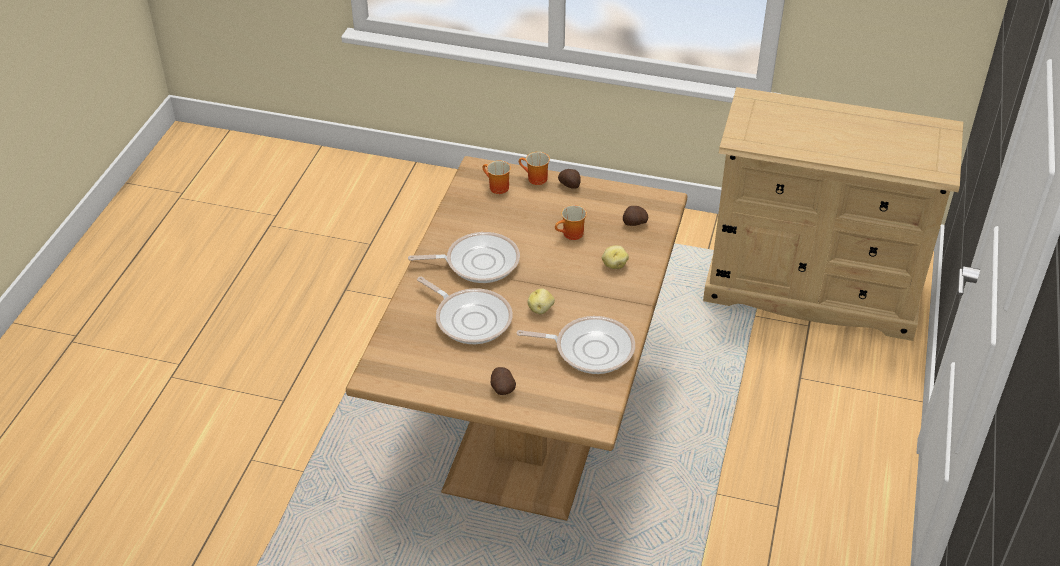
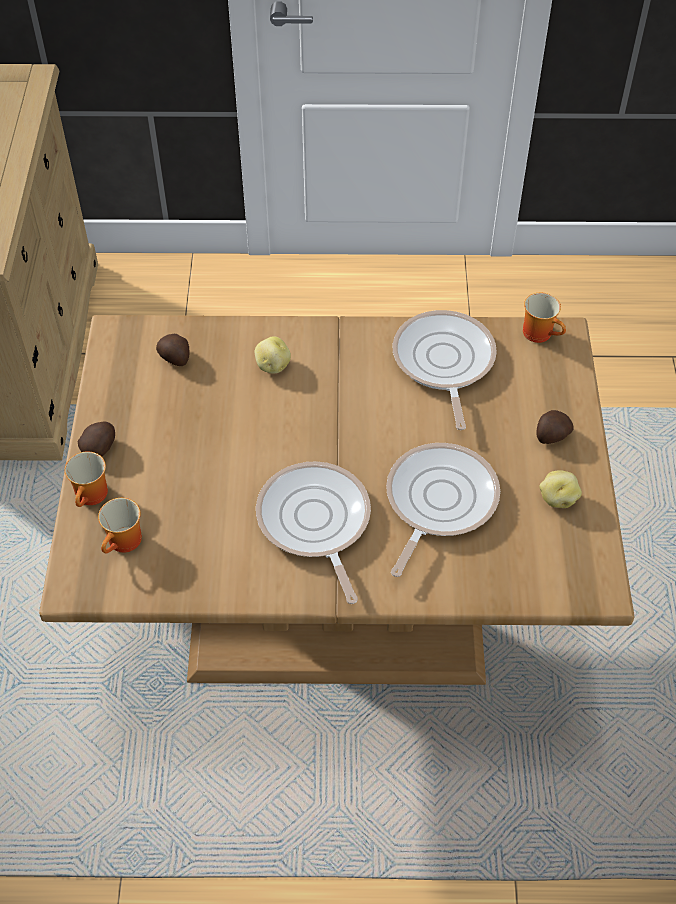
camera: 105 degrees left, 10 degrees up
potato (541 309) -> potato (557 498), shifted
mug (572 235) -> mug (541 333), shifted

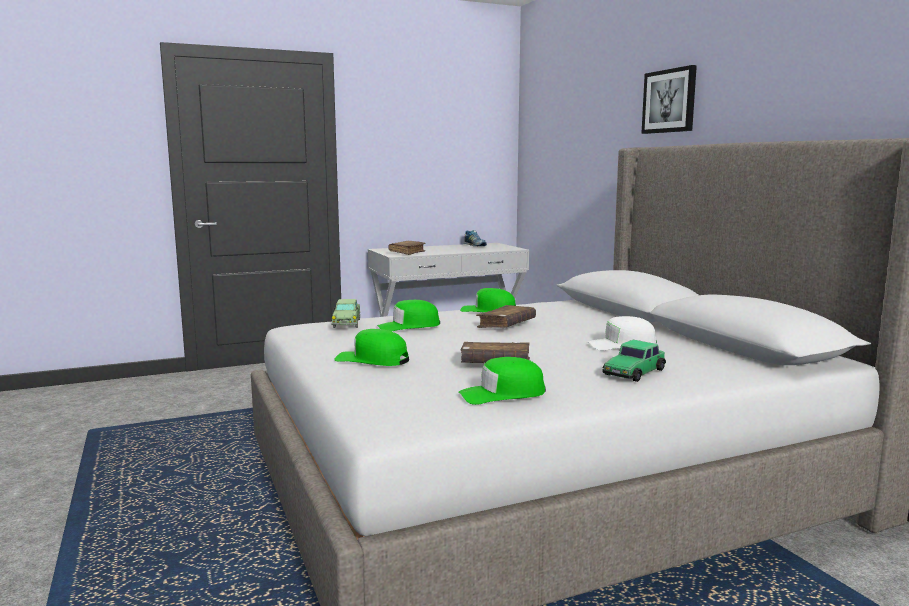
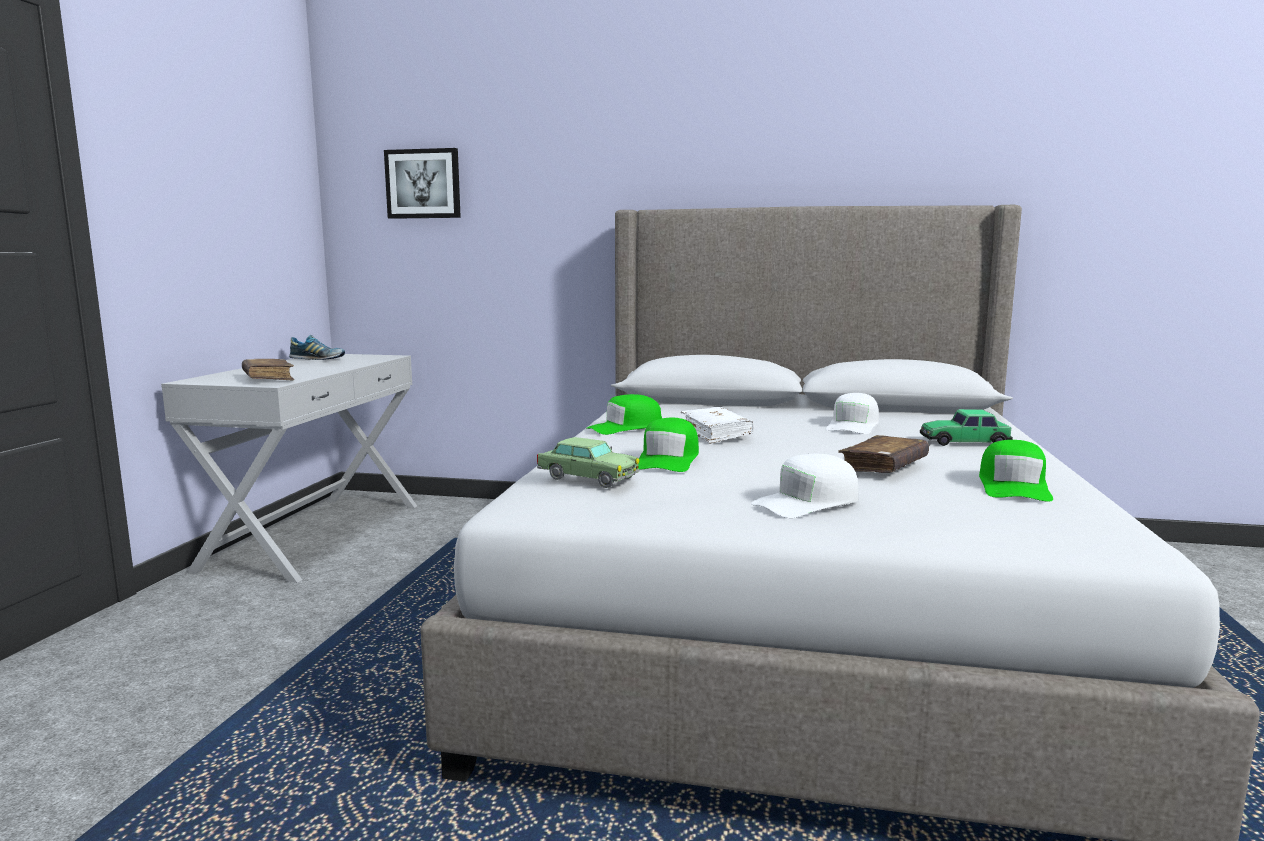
camera: 55 degrees left, 0 degrees up
cap (green) (372 360) -> cap (white) (807 503)
book (brown) (506 325) -> book (white) (716 434)
toy car (634 372) -> toy car (964 441), 105 degrees clockwise
picture (669 101) -> picture (423 184), shifted

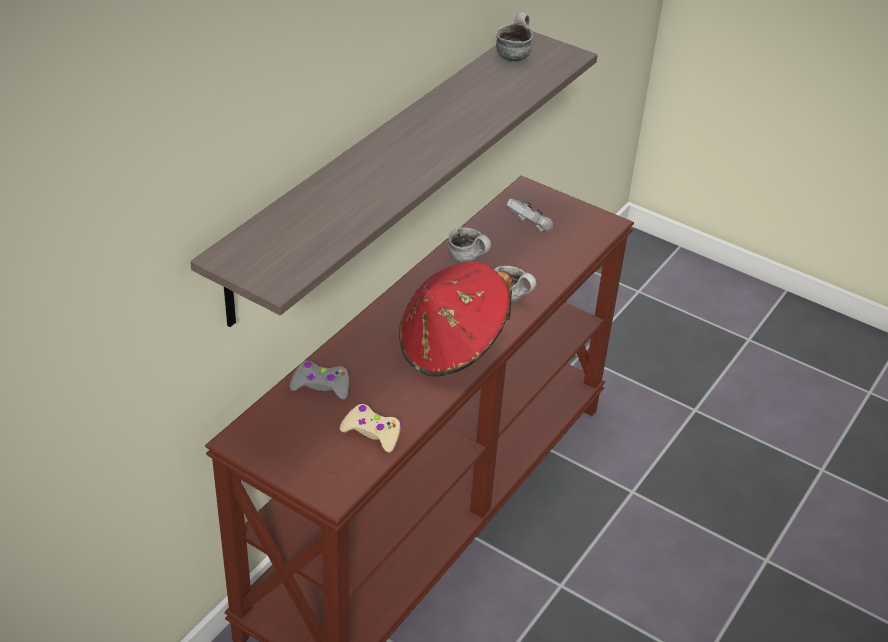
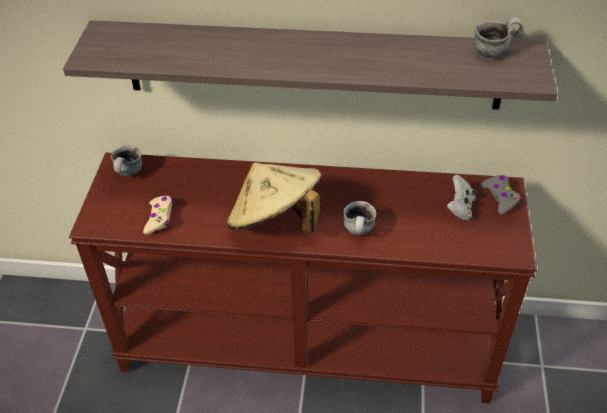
camera: 65 degrees right, 5 degrees up
game controller (grey) (321 385) -> game controller (grey) (500 197), shifted
hat (red) (452 348) -> hat (beige) (275 222)
mug (469 259) -> mug (129 173), shifted

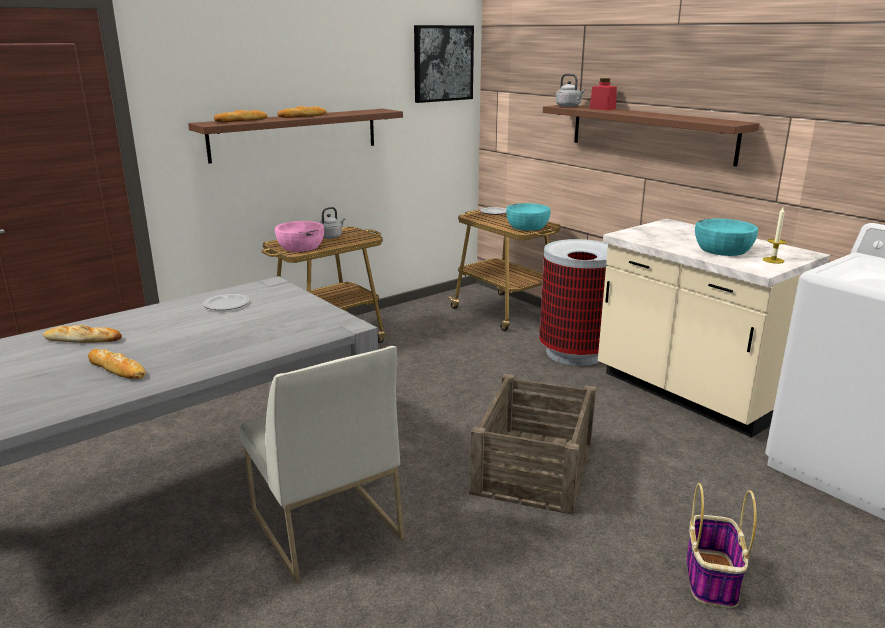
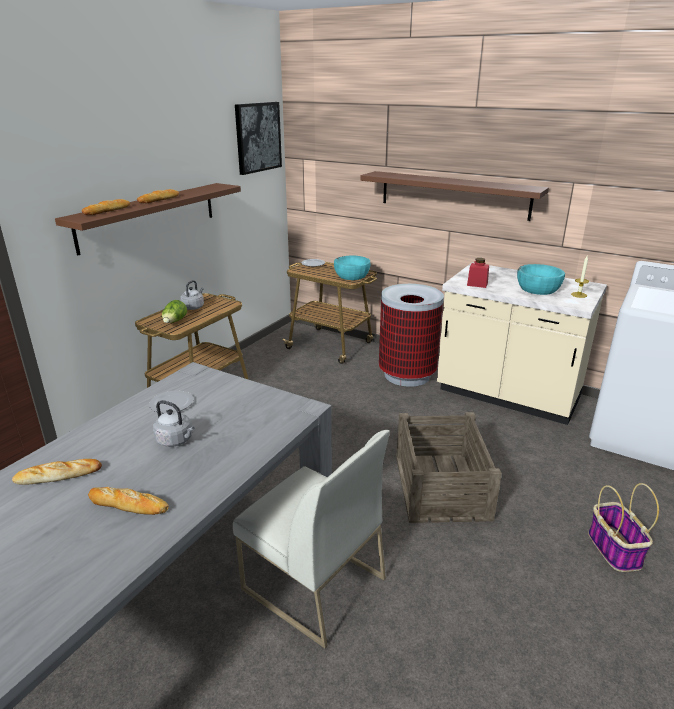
camera: 20 degrees left, 5 degrees up
bowl (pink) (301 246) -> lettuce (174 322)
kettle (grey) (569 106) -> kettle (grey) (176 440), shifted
jar (red) (602 109) -> jar (red) (477 284), shifted

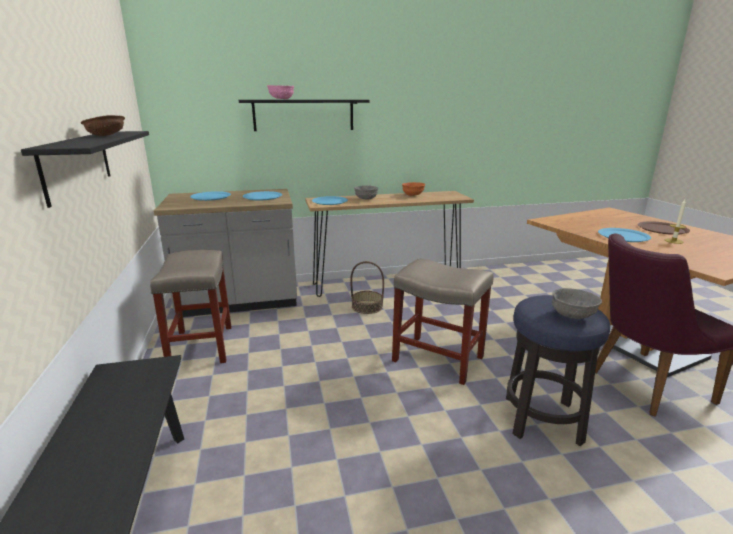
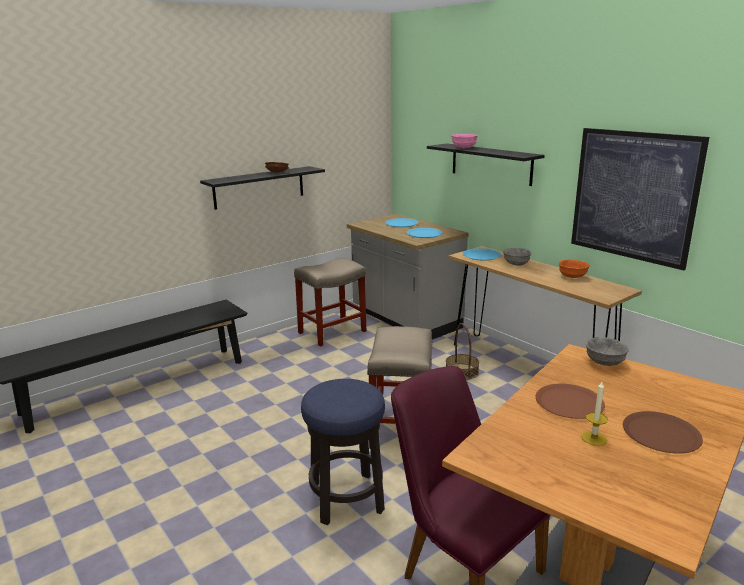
camera: 65 degrees right, 0 degrees up
bowl (grey) (572 316) -> bowl (grey) (604 362), shifted
plate (blue) (623 236) -> plate (brown) (569 402)
none -> picture (633 196)

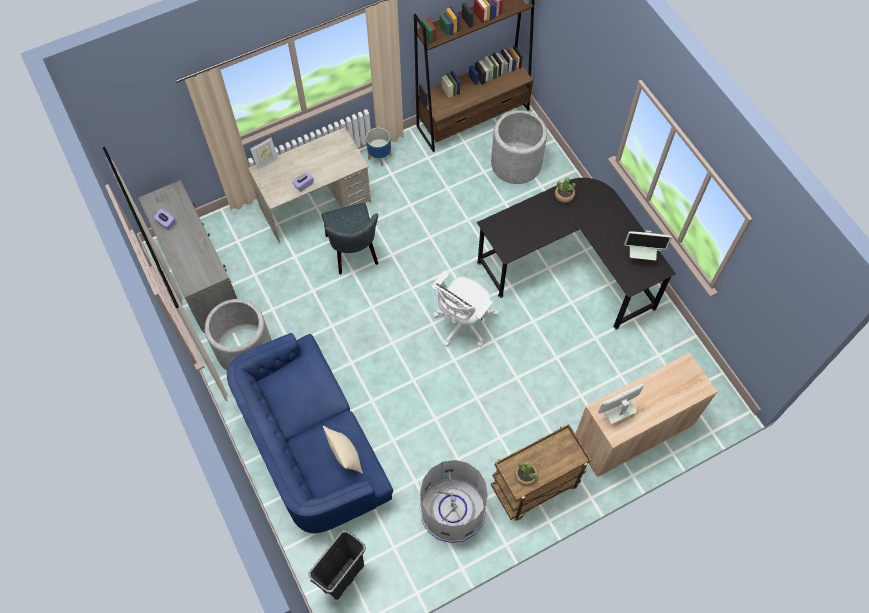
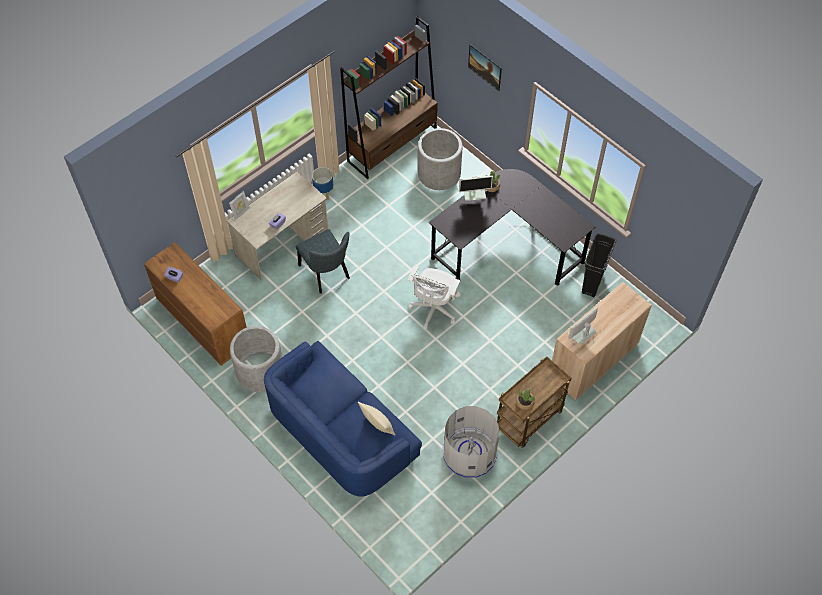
camera: 15 degrees left, 5 degrees down
dresser (grey) (201 276) -> dresser (brown) (203 321)
trash can (black) (344 576) -> trash can (black) (592 282), shifted
monitor (640 256) -> monitor (474 199), shifted
none -> picture (484 72)

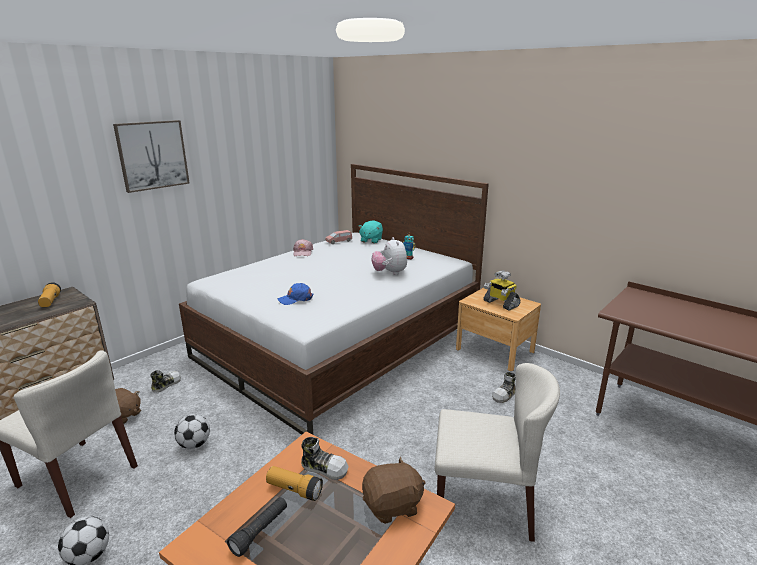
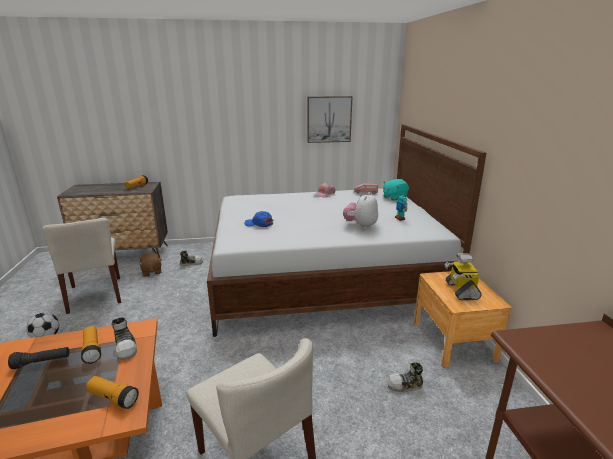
camera: 40 degrees right, 0 degrees up
picture (152 155) -> picture (329 119), shifted
football (194 444) -> none
plush toy (brown) (393 506) -> flashlight (113 398)

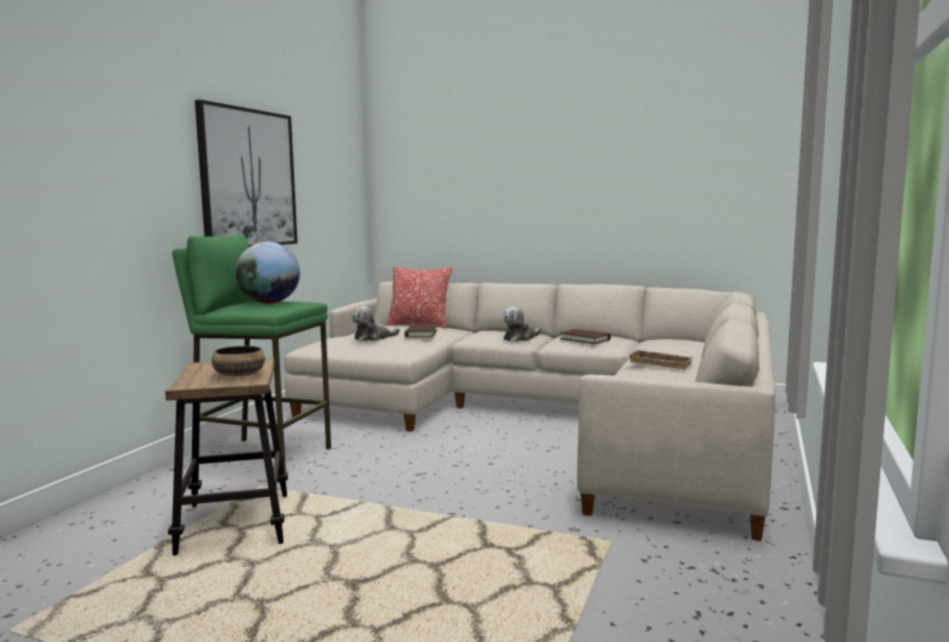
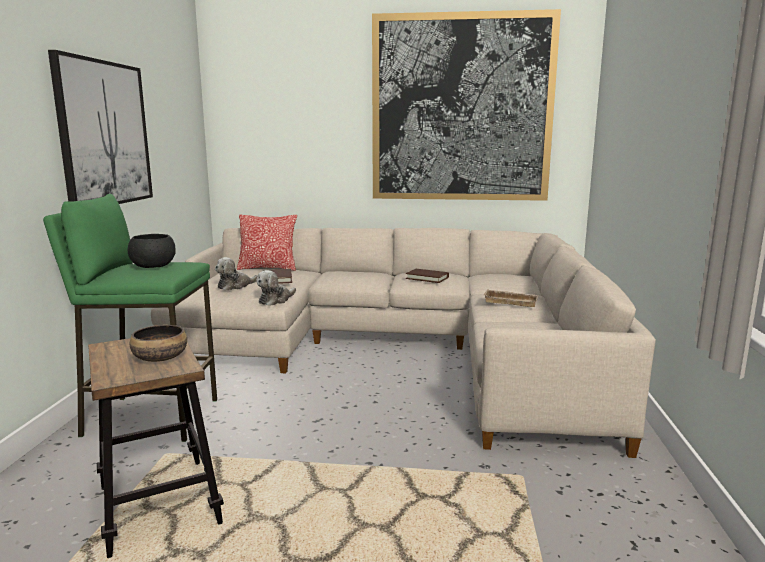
camera: 15 degrees left, 5 degrees up
globe (269 303) -> bowl (black) (153 267)
plush toy (520 338) -> plush toy (275 300), shifted
none -> picture (461 109)

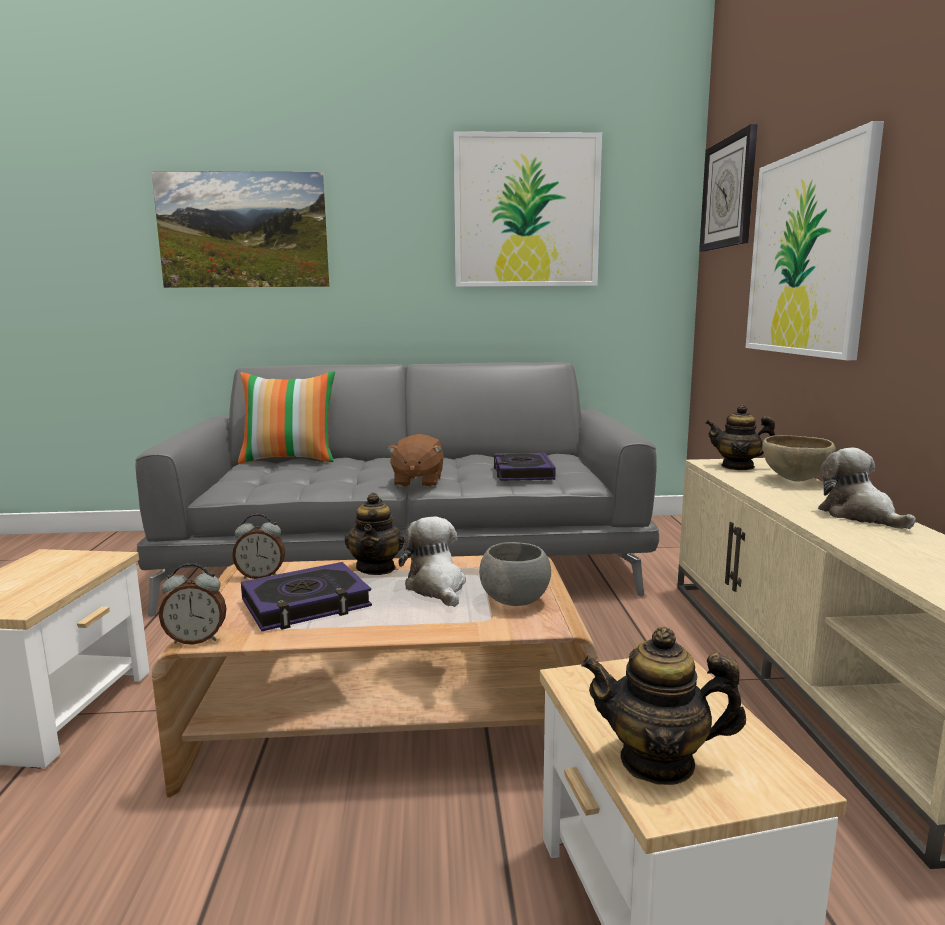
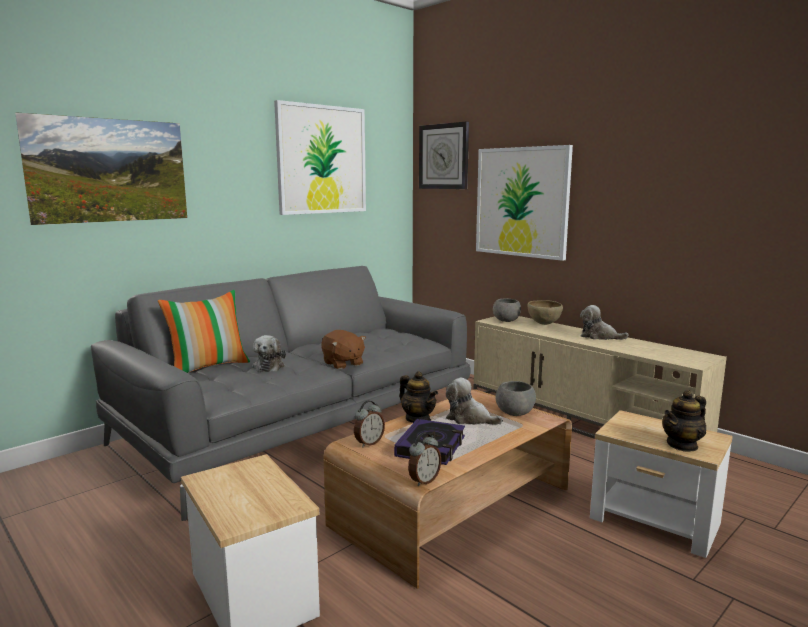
camera: 40 degrees left, 0 degrees up
book (522 472) -> none
teapot (738 466) -> bowl (grey) (506 321)
none -> plush toy (269 366)

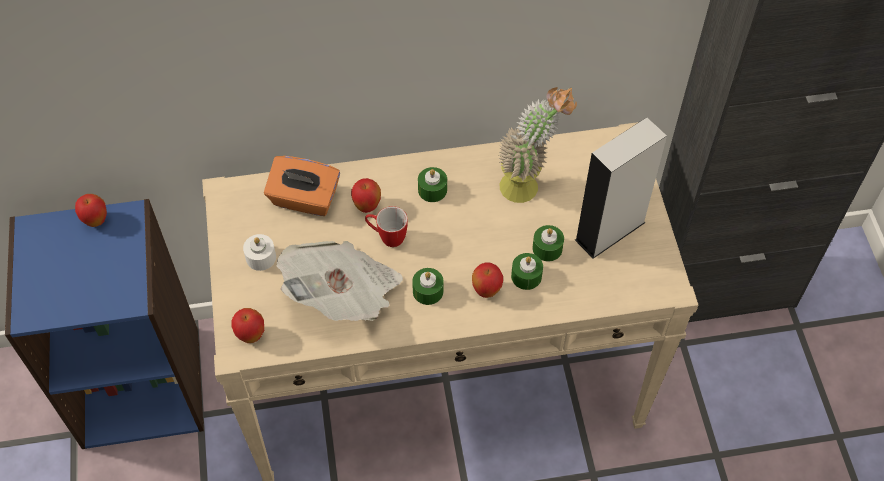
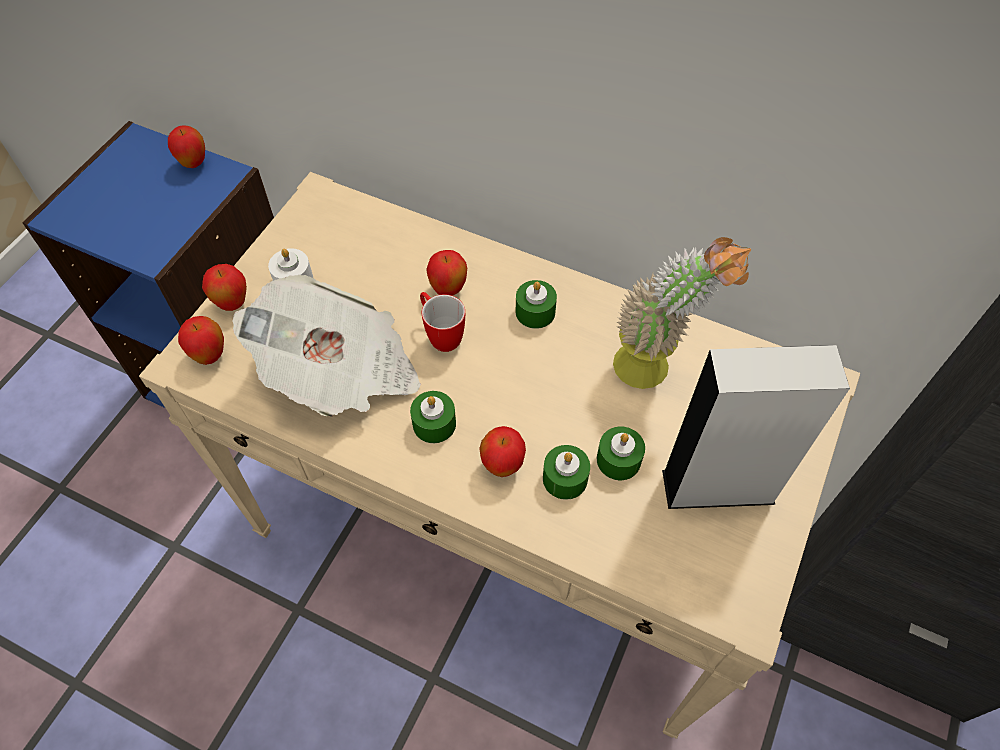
camera: 35 degrees right, 0 degrees up
tissue box (orange) (304 199) -> none
none -> apple (232 303)

